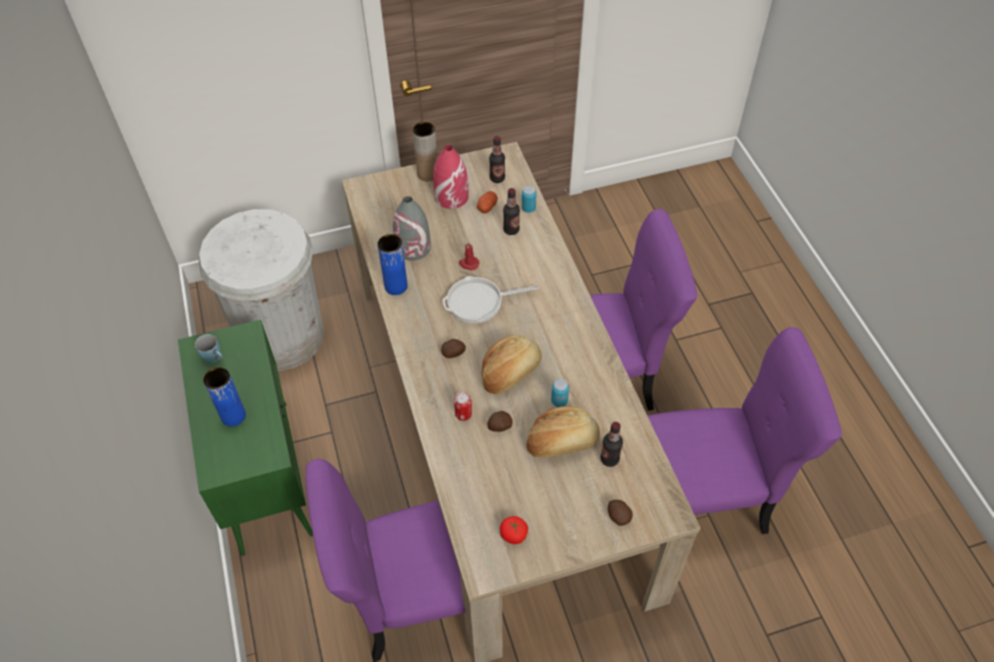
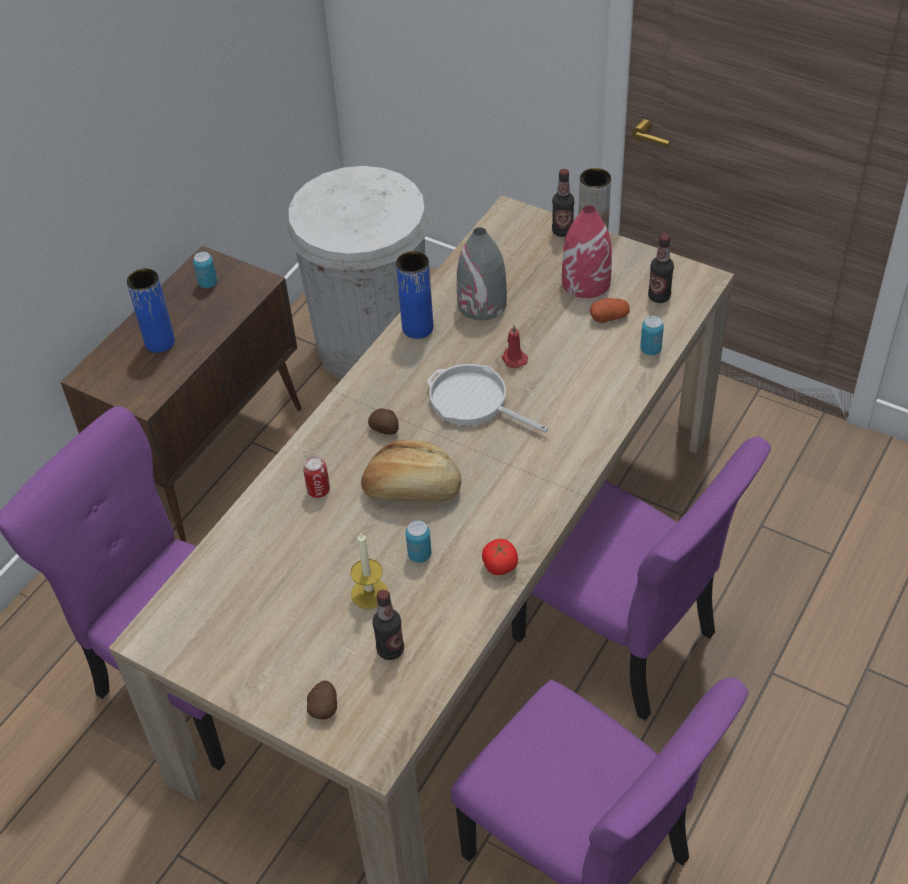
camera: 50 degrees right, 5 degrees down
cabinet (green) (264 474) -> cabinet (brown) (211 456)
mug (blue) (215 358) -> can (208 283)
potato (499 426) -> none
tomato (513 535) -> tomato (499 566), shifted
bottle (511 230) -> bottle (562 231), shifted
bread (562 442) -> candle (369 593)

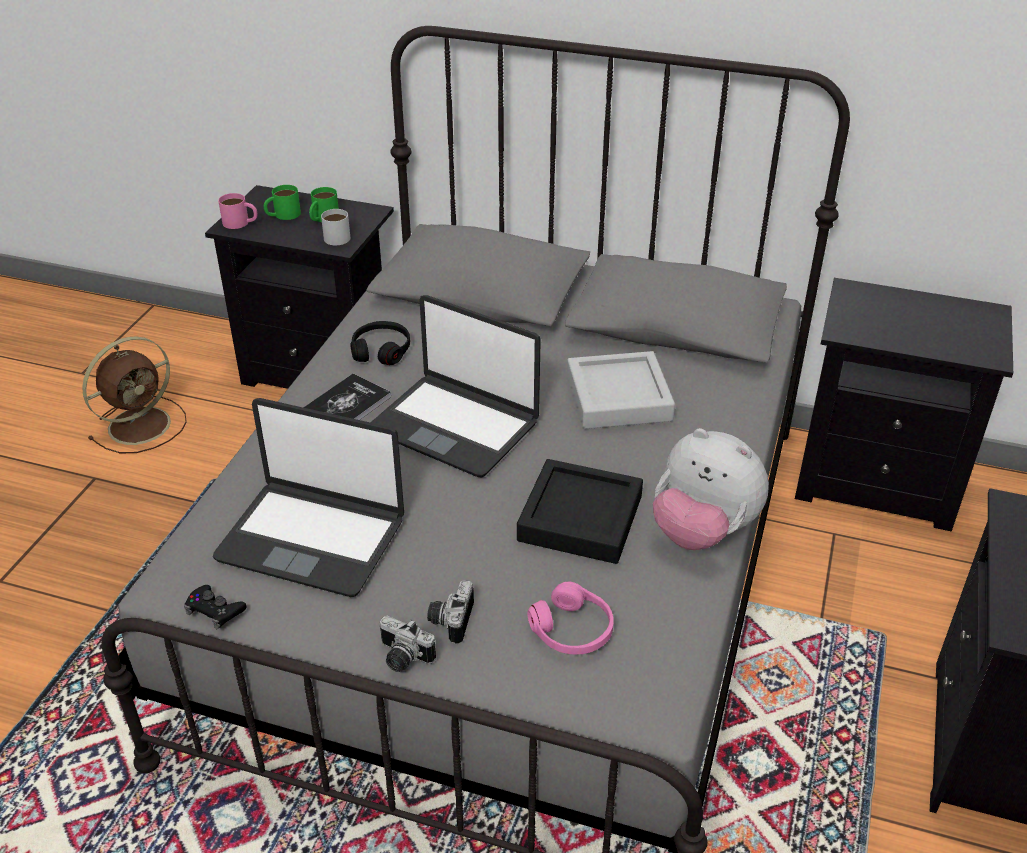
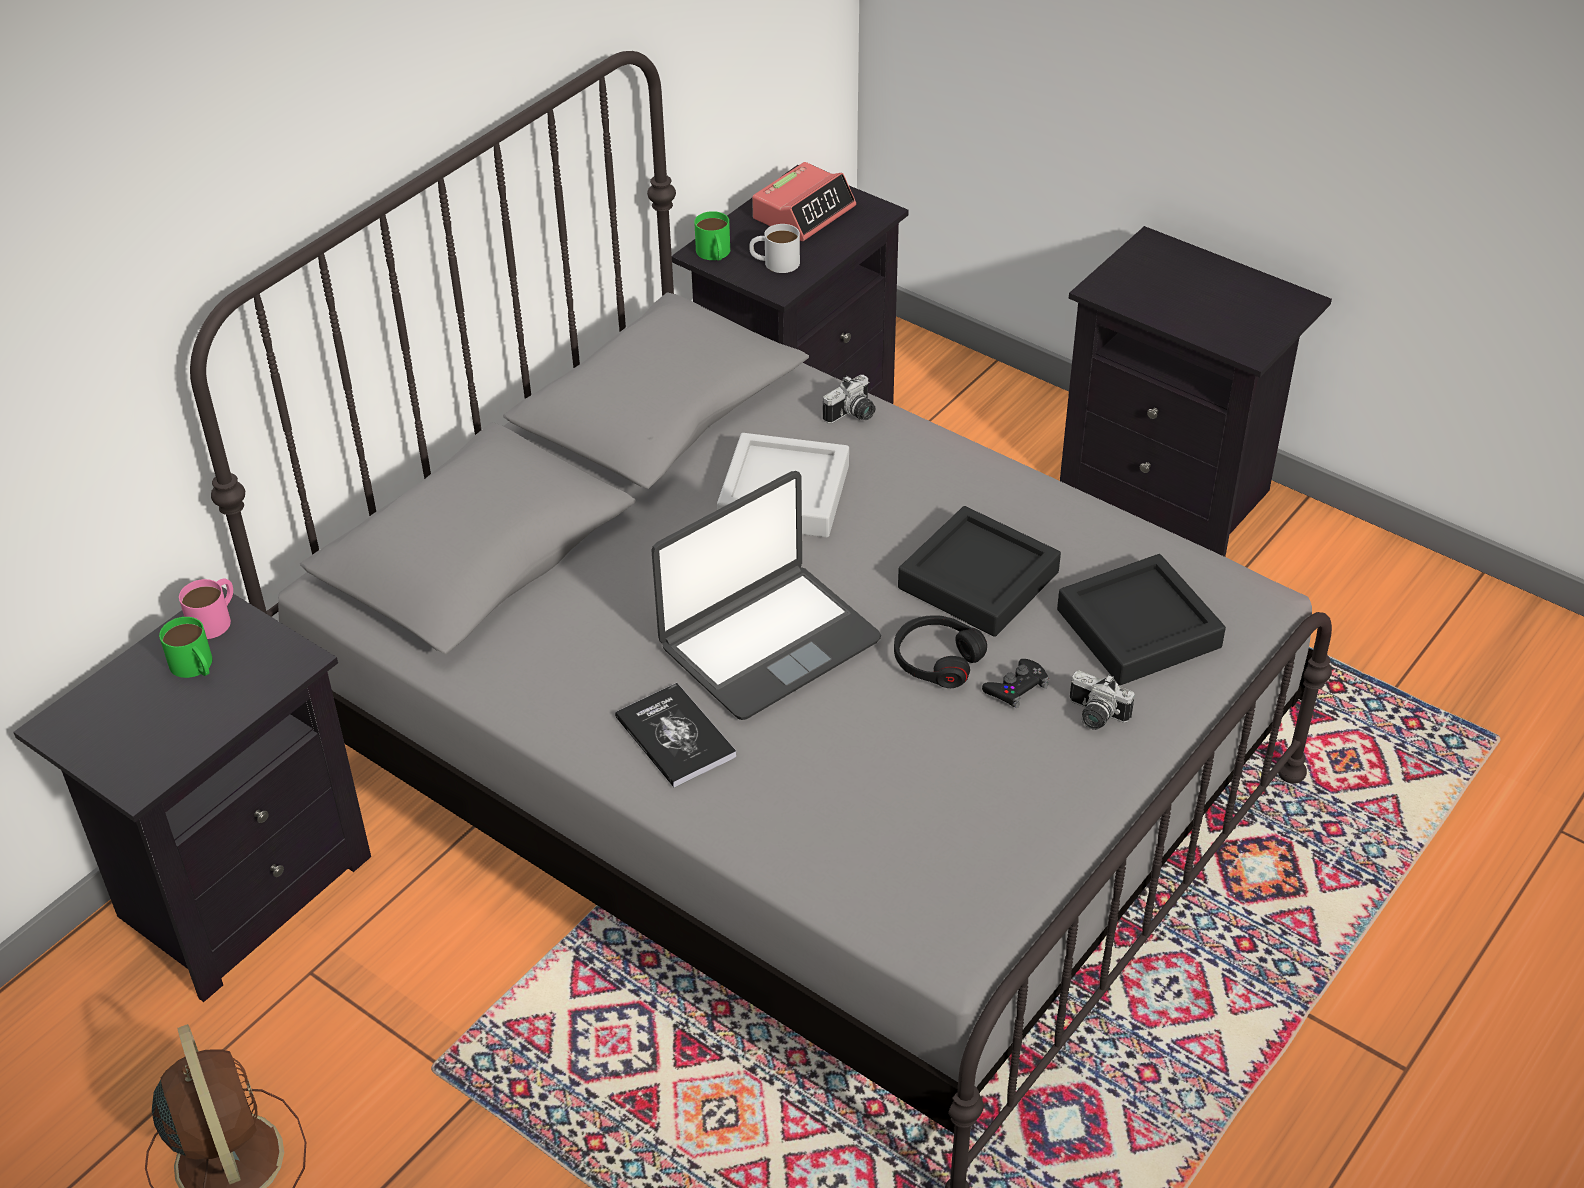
camera: 70 degrees left, 5 degrees up
game controller (black) (215 610) -> game controller (black) (1016 688), shifted
laptop (312 538) -> none
mug (pink) (241 223) -> mug (pink) (215 618), shifted
mug (green) (282 215) -> mug (green) (714 254), shifted
mug (white) (336 236) -> mug (white) (774 262), shifted
headphones (black) (381 350) -> headphones (black) (937 660), shifted
photo camera (402 658) -> photo camera (853 415), shifted
headphones (pink) (572 630) -> tray (black) (1138 628)
plush toy (702 531) -> none
none -> alarm clock (804 212)

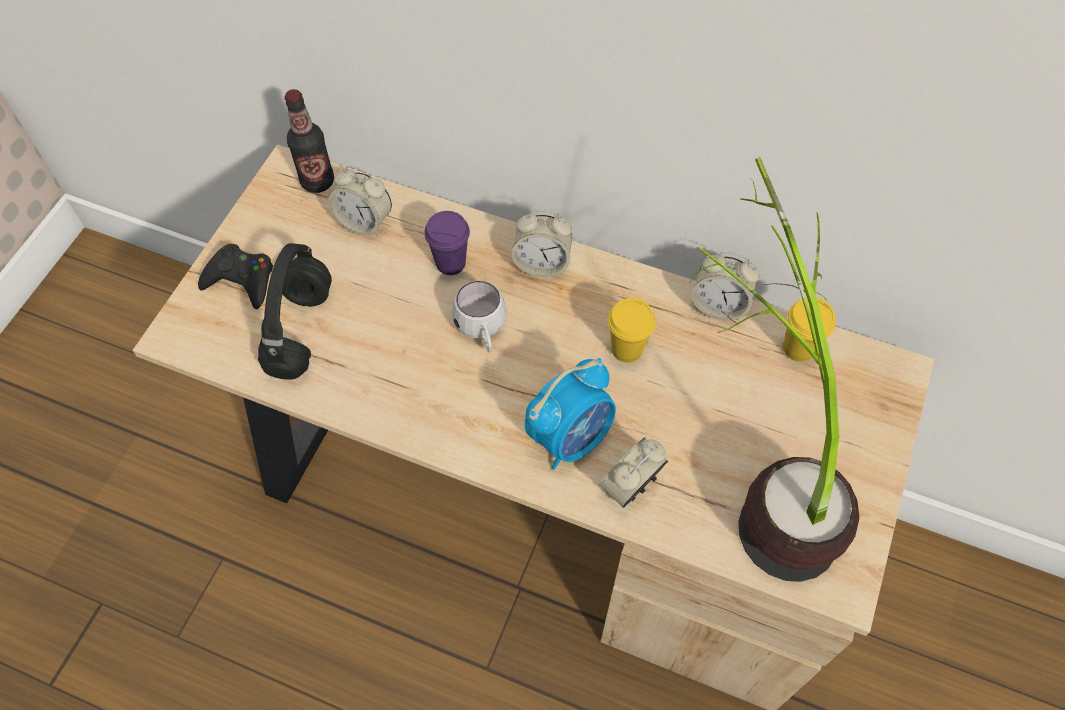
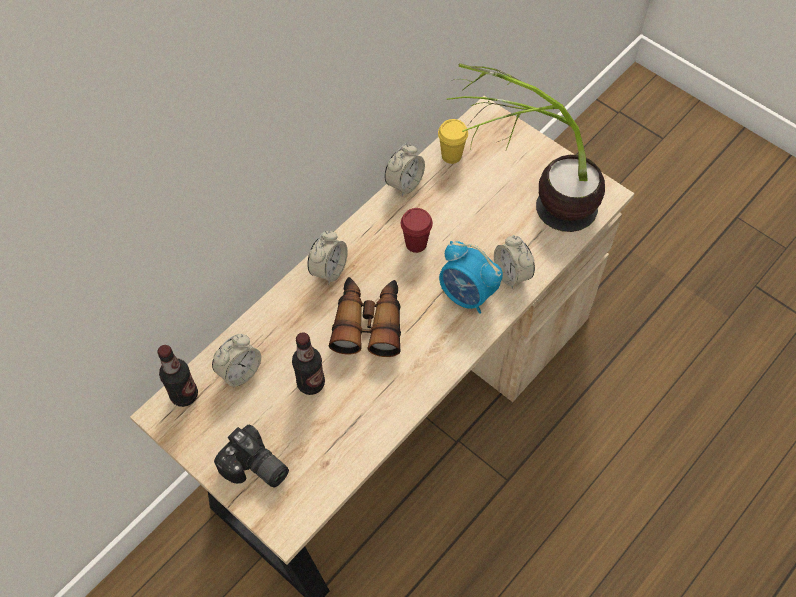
camera: 70 degrees left, 0 degrees up
game controller (black) (241 280) -> photo camera (254 469)
headphones (black) (300 329) -> none
cup (purple) (450 263) -> none
mug (white) (482 331) -> binoculars (368 321)
alarm clock (570 437) -> alarm clock (467 295), 150 degrees clockwise
cup (yellow) (627 349) -> cup (red) (416 244)
none -> bottle (311 383)

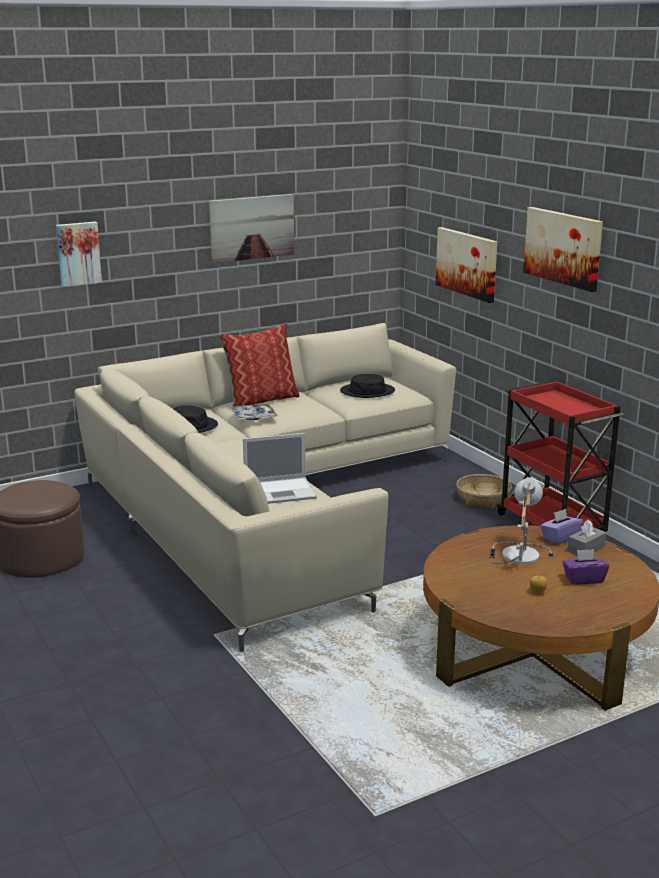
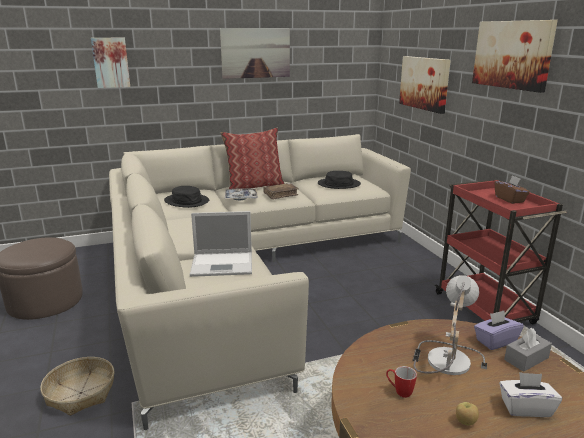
camera: 10 degrees right, 0 degrees up
basket (483 498) -> basket (81 393), shifted
tissue box (purple) (584 579) -> tissue box (white) (525 408)
none -> book (brown) (280 195)
none -> mug (399 391)
none -> tissue box (brown) (509 199)

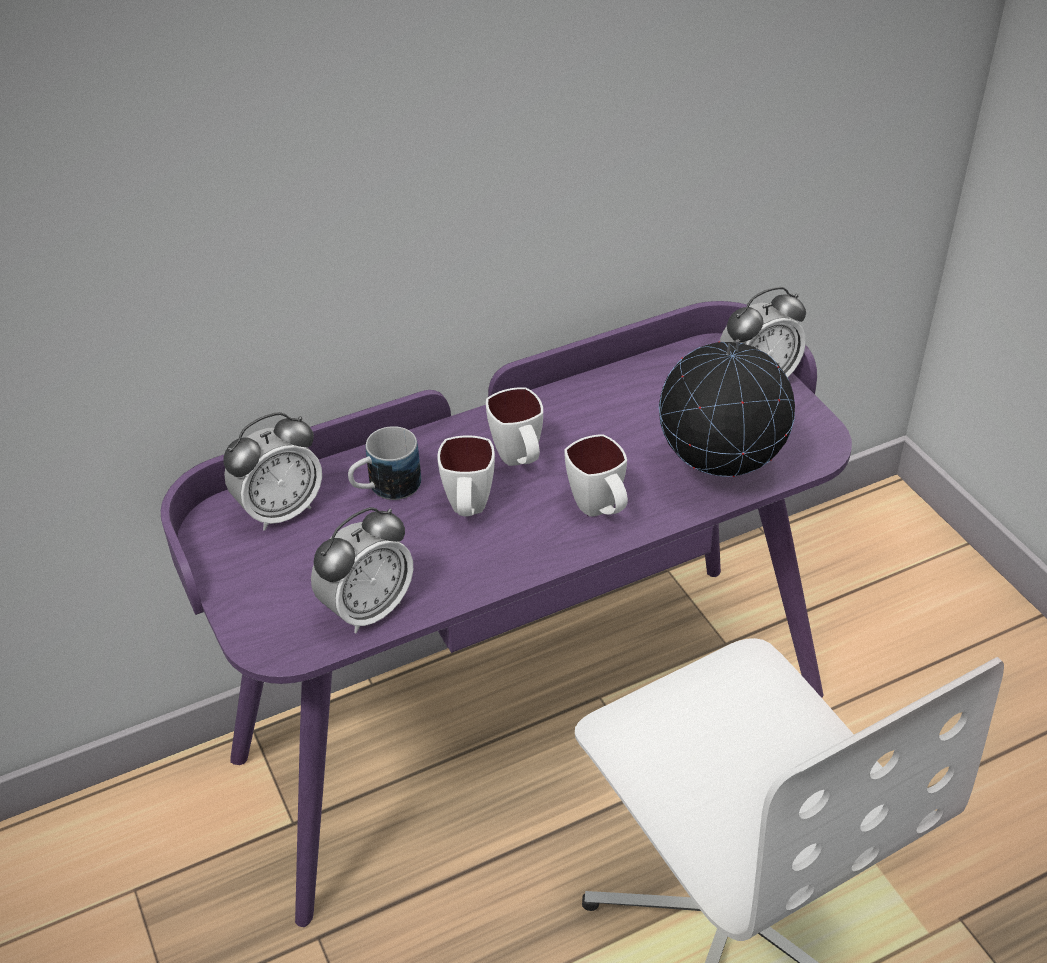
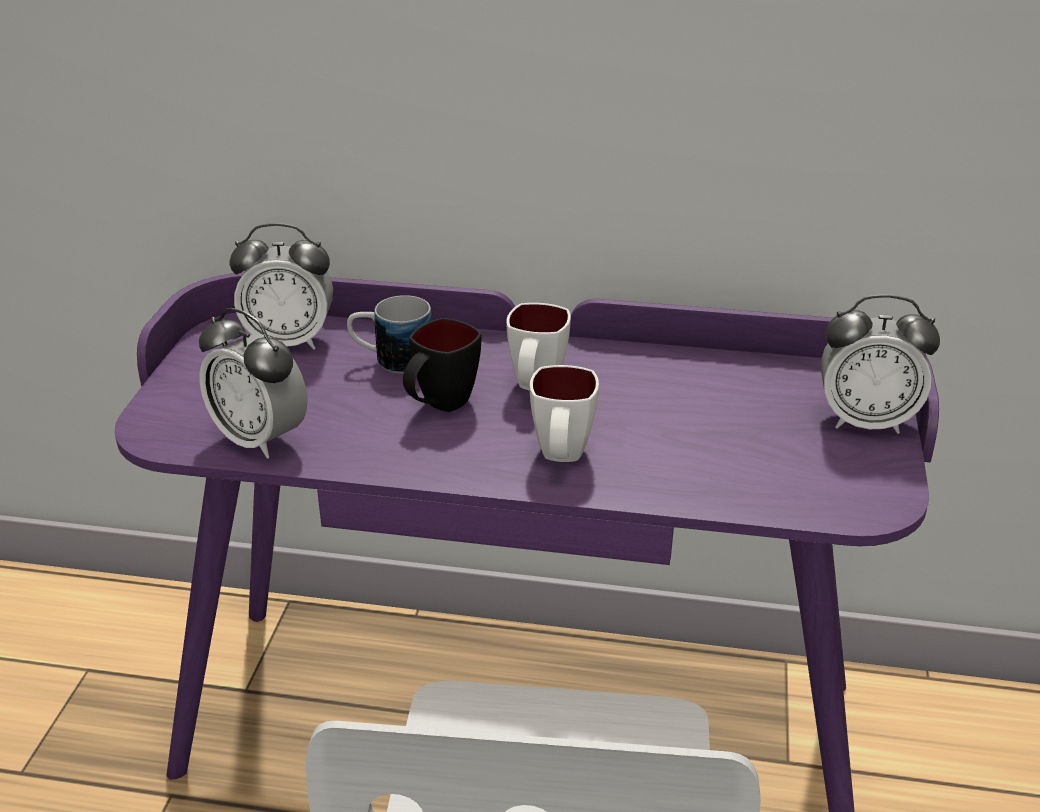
camera: 35 degrees right, 10 degrees down
alarm clock (367 609) -> alarm clock (260 439), 45 degrees clockwise
mug (white) (468 511) -> mug (black) (439 406)
globe (720 473) -> none

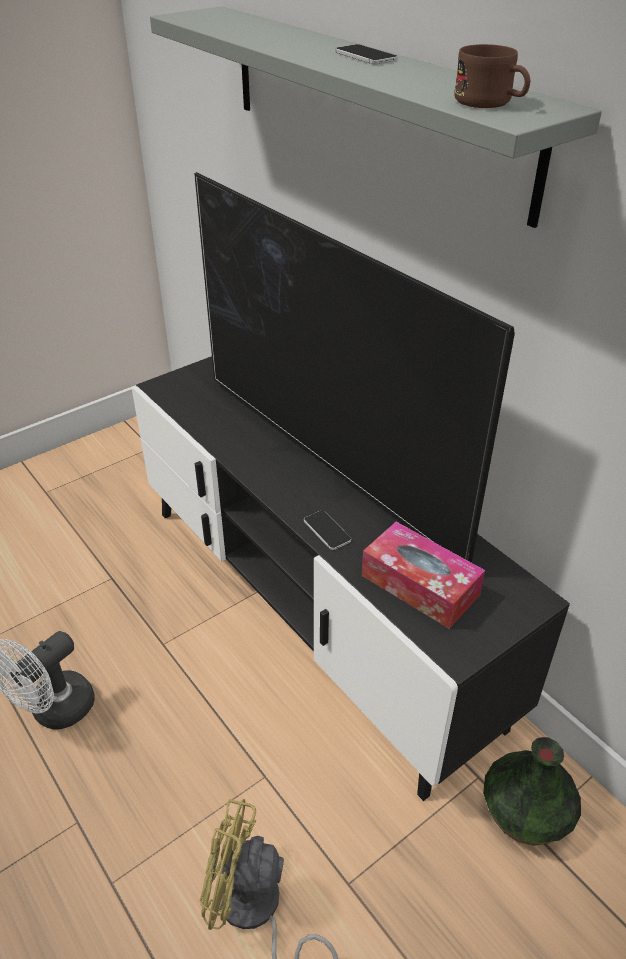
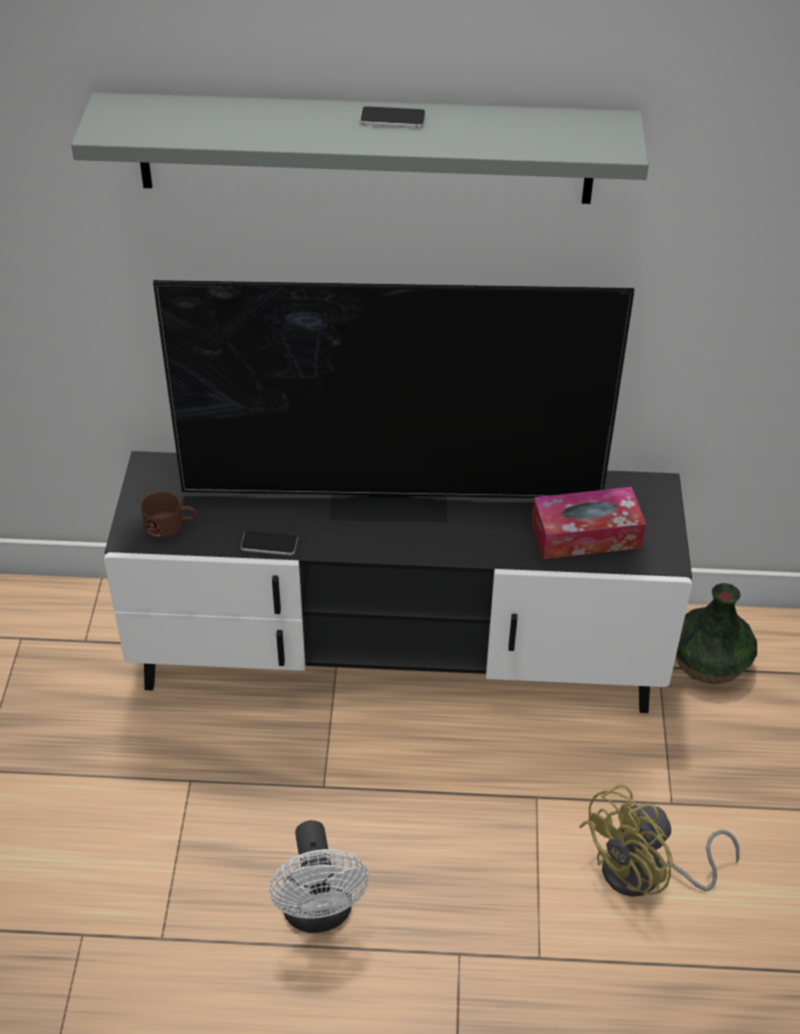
camera: 50 degrees left, 5 degrees up
phone (327 530) -> phone (269 543), shifted
mug (brown) (491 103) -> mug (brown) (171 526), shifted

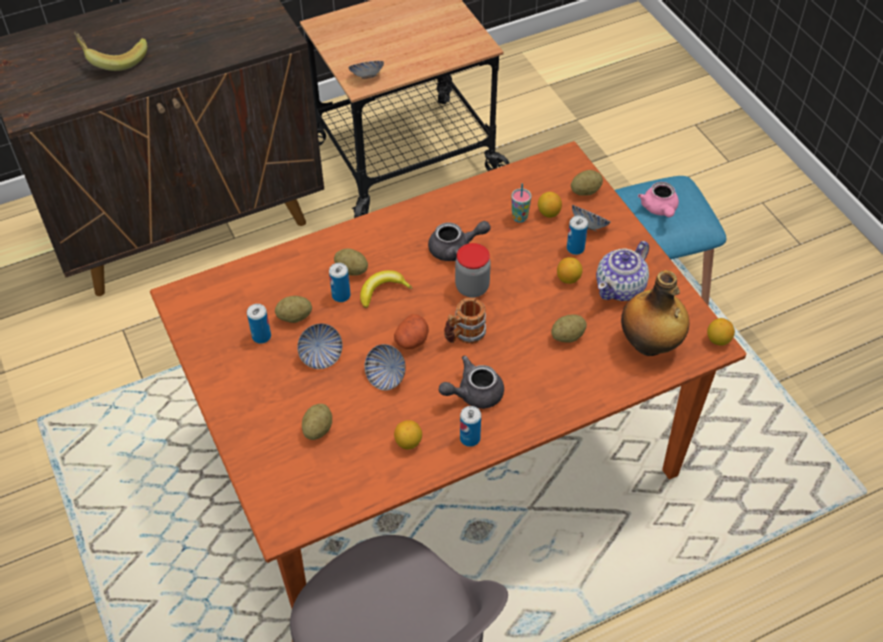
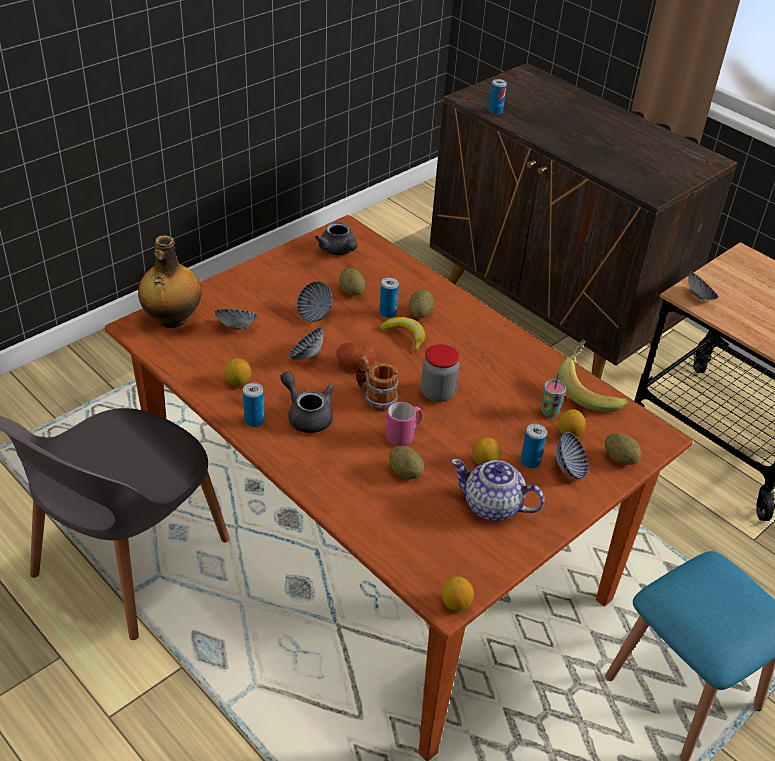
camera: 70 degrees right, 10 degrees down
banana (113 58) -> banana (590 390), shifted
can (261 336) -> can (495 111), shifted
potato (318 429) -> bowl (236 327)
teapot (grey) (455 249) -> teapot (grey) (339 251), shifted
bottle (649 345) -> bottle (172 320), shifted
teapot (pink) (659 209) -> none
none -> mug (pink) (403 435)

